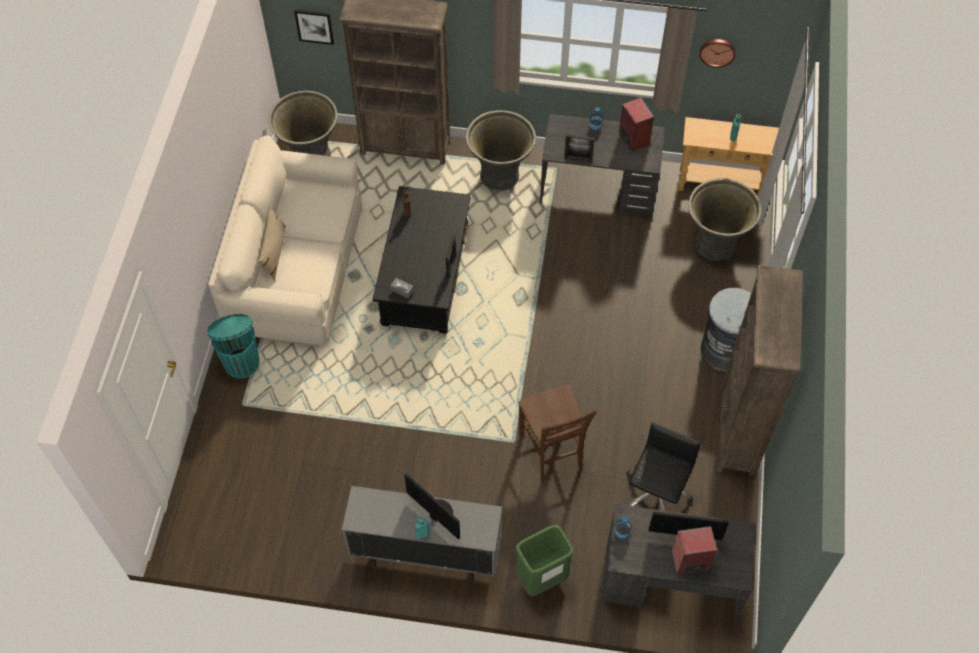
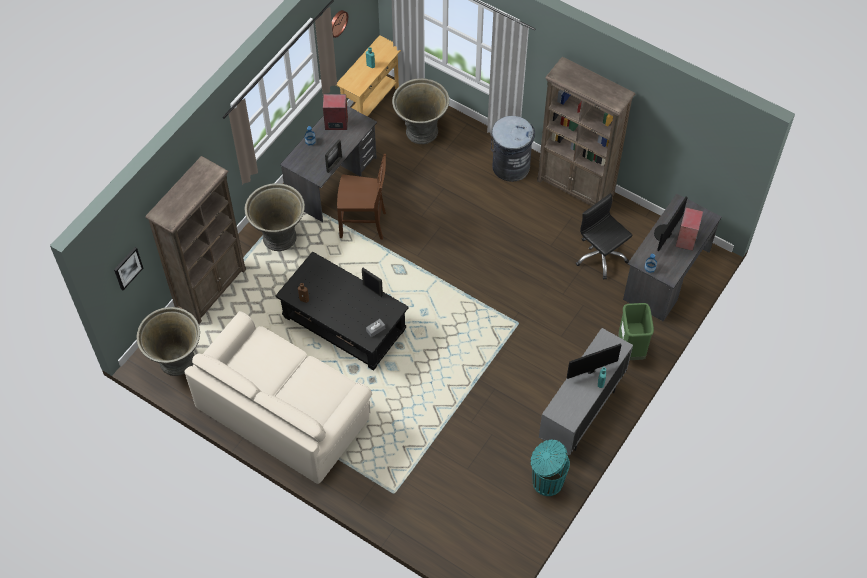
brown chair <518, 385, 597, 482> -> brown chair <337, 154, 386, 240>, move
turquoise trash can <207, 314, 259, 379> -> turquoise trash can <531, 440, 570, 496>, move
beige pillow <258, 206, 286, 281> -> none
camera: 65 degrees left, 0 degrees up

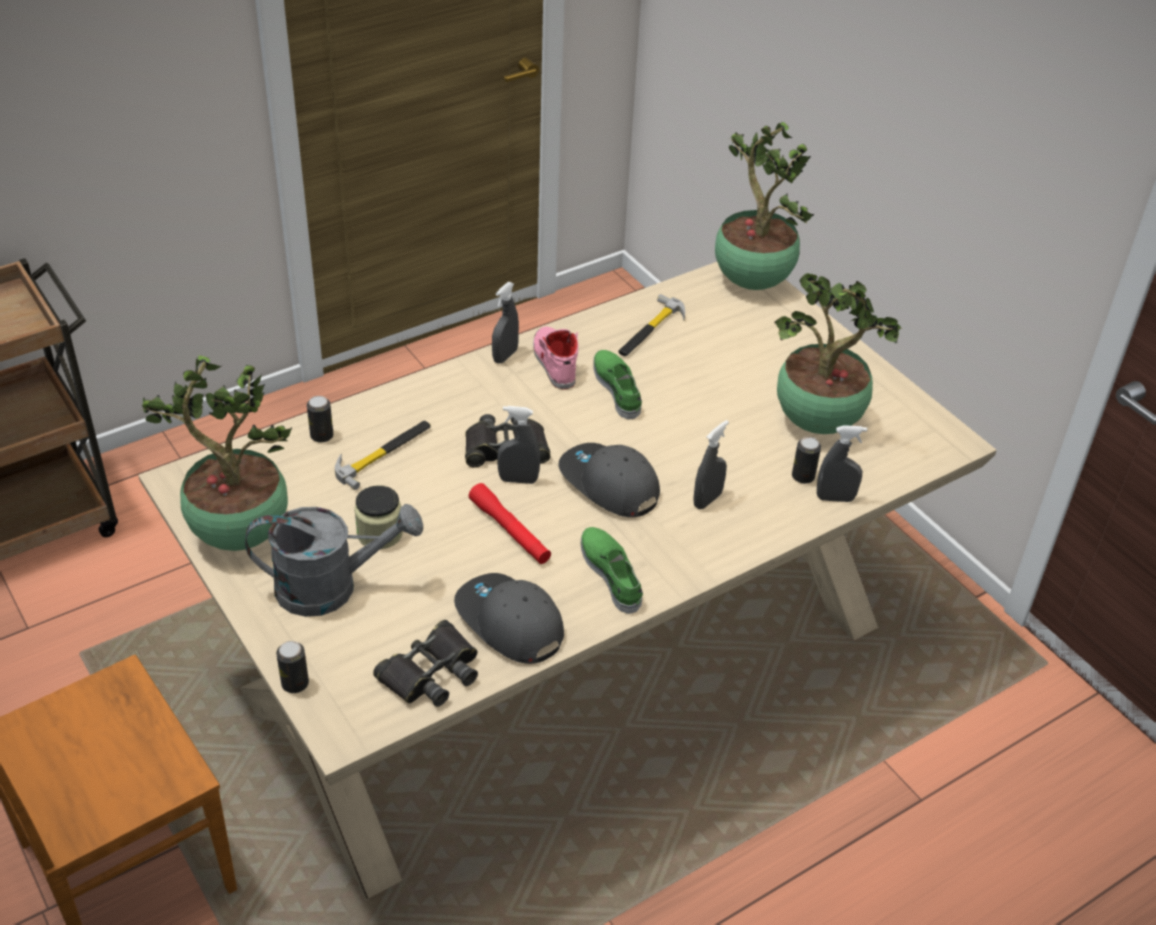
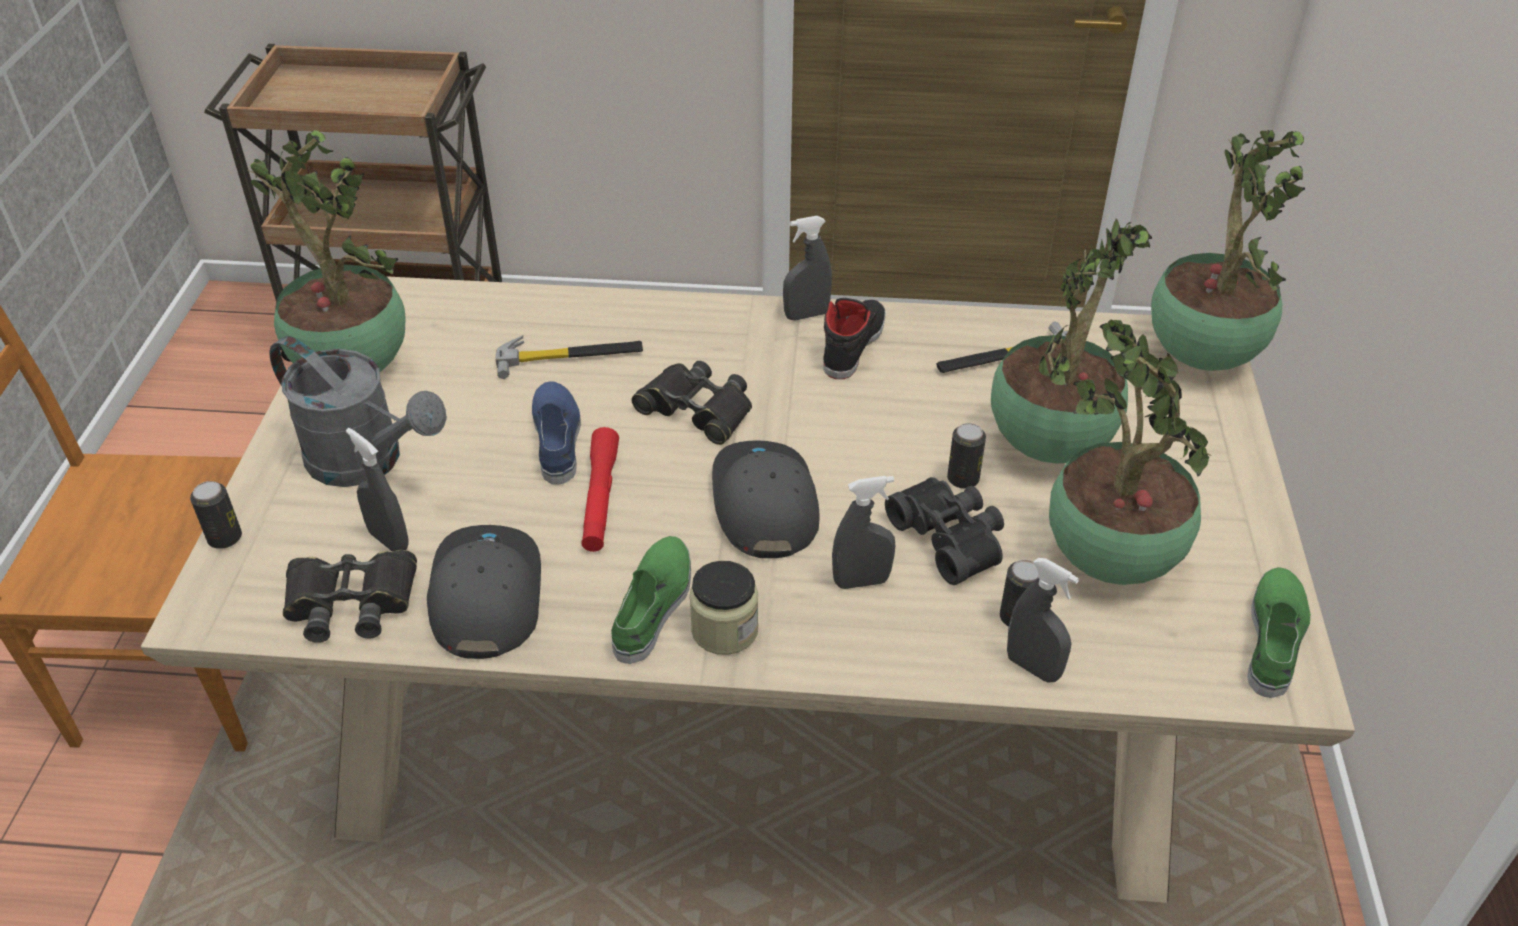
grey spray bottle <497, 406, 540, 484> -> grey spray bottle <346, 428, 409, 552>, move
none -> blue shoe <532, 382, 581, 485>
jar <354, 485, 403, 549> -> jar <689, 561, 758, 655>, move
pink shoe <533, 326, 578, 390> -> black shoe <823, 298, 886, 379>
none -> black binoculars <885, 477, 1004, 585>
can <307, 396, 333, 443> -> can <947, 423, 986, 489>, move
none -> potted plant <991, 218, 1152, 464>
green shoe <593, 350, 642, 420> -> green shoe <1247, 567, 1311, 698>, move
camera: 40 degrees right, 0 degrees up

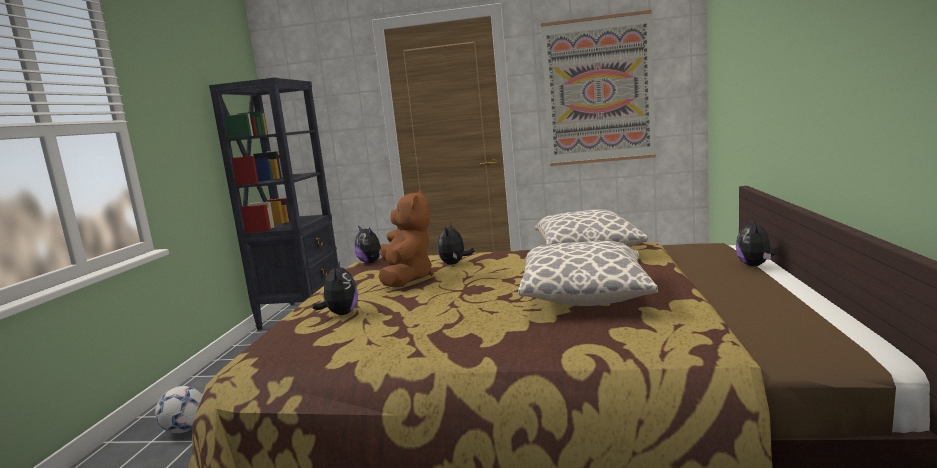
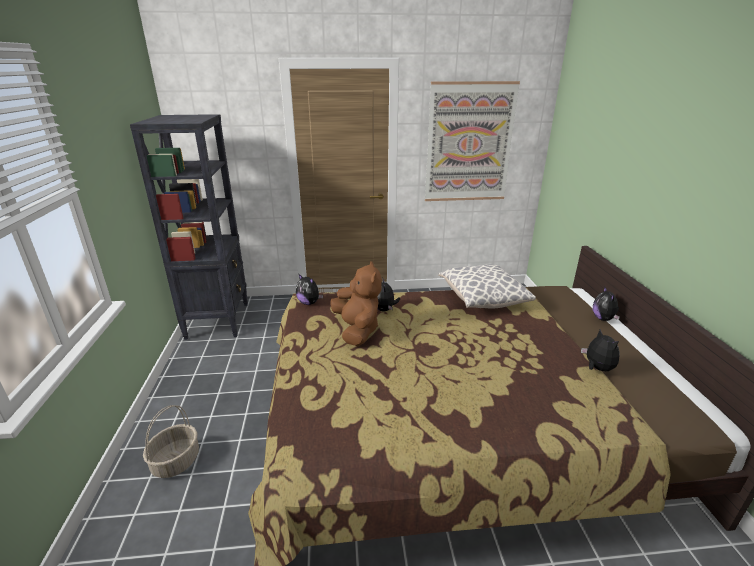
football <155, 386, 202, 433> -> basket <143, 405, 199, 478>
plush toy <312, 261, 358, 315> -> plush toy <581, 329, 620, 371>, move
pillow <518, 241, 658, 306> -> none
camera: 15 degrees left, 15 degrees up

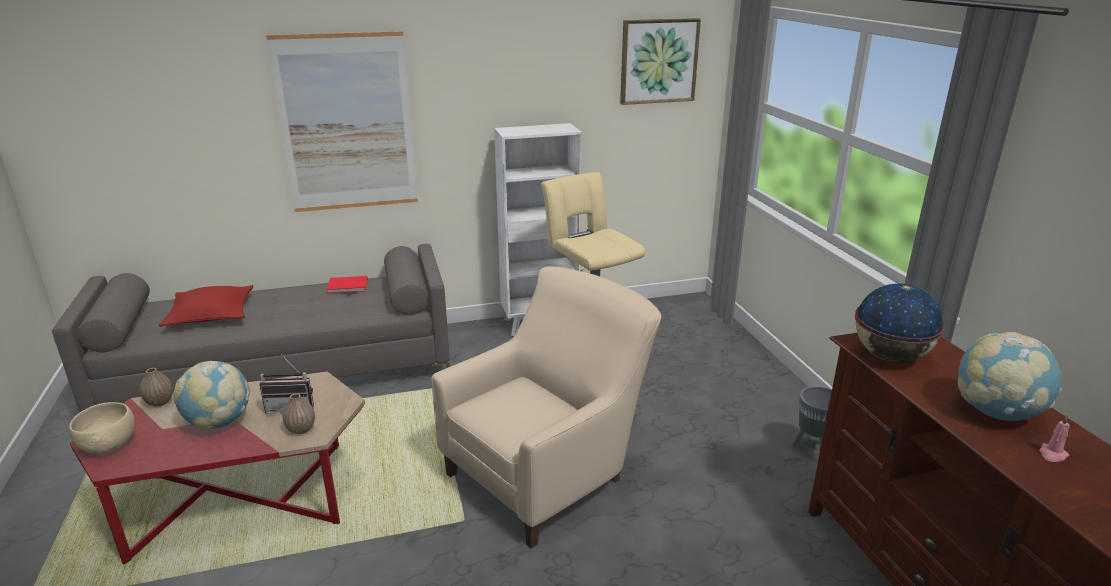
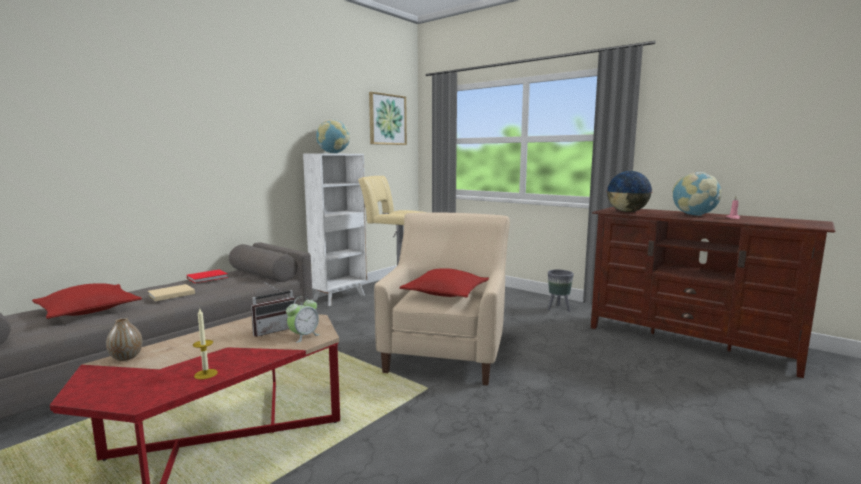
none -> beige book <148, 284, 195, 301>
none -> candle <193, 309, 218, 379>
vase <283, 393, 315, 434> -> alarm clock <286, 296, 320, 343>
globe <173, 361, 250, 430> -> globe <316, 119, 350, 153>, move
none -> red pillow <400, 268, 489, 298>
beige bowl <69, 402, 135, 454> -> none
picture <266, 31, 418, 212> -> none
camera: 35 degrees left, 15 degrees down

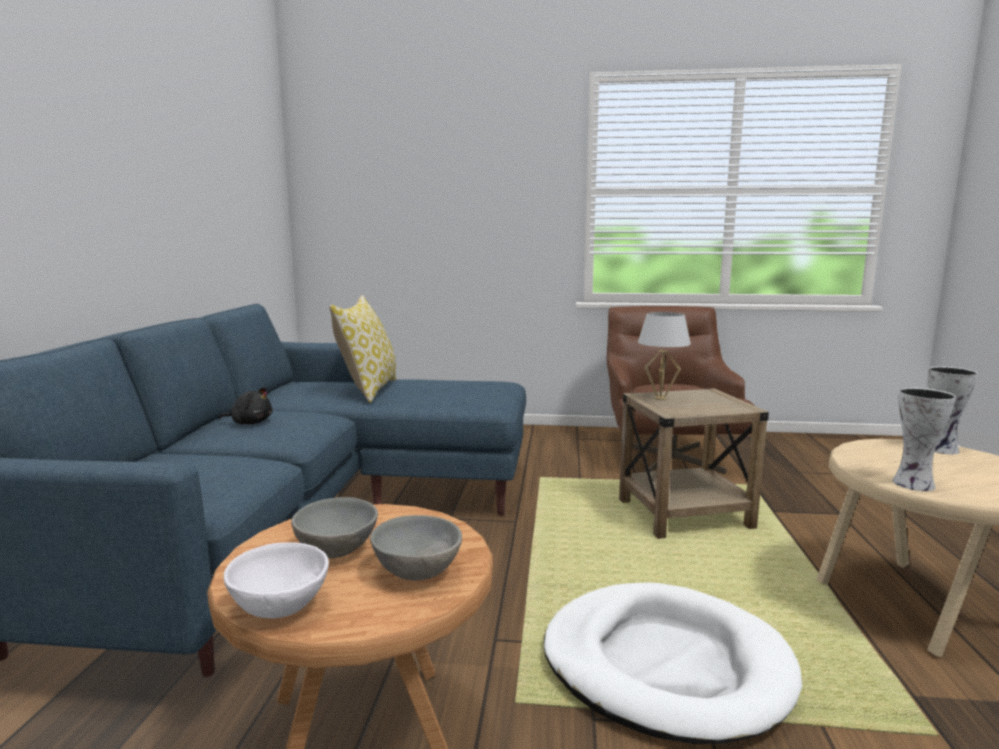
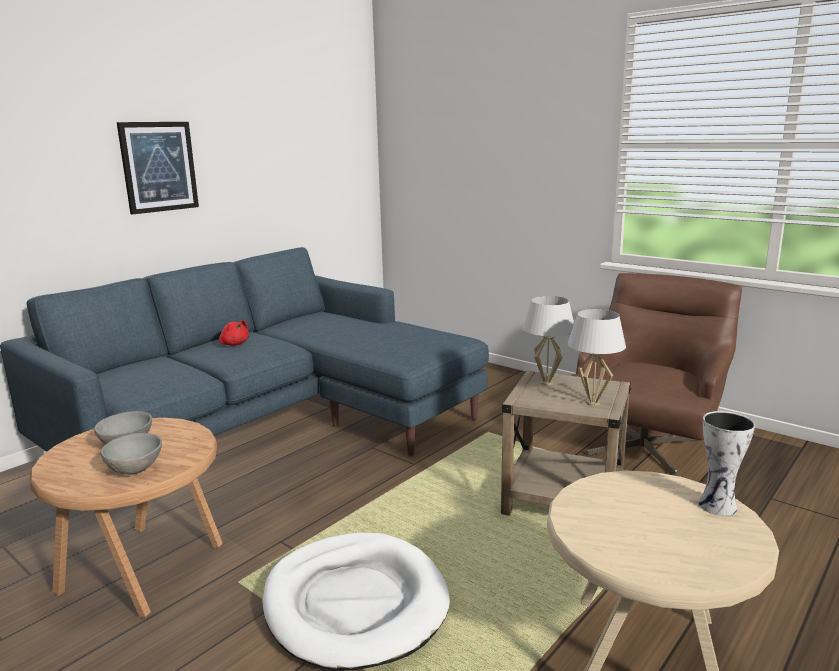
none -> picture <117, 122, 199, 215>
black plush toy <219, 387, 273, 424> -> red plush toy <219, 320, 249, 346>
none -> white table lamp <568, 309, 626, 406>
white bowl <223, 542, 329, 618> -> none
pillow <329, 295, 397, 403> -> none
vase <892, 388, 956, 491> -> none
camera: 35 degrees right, 5 degrees up

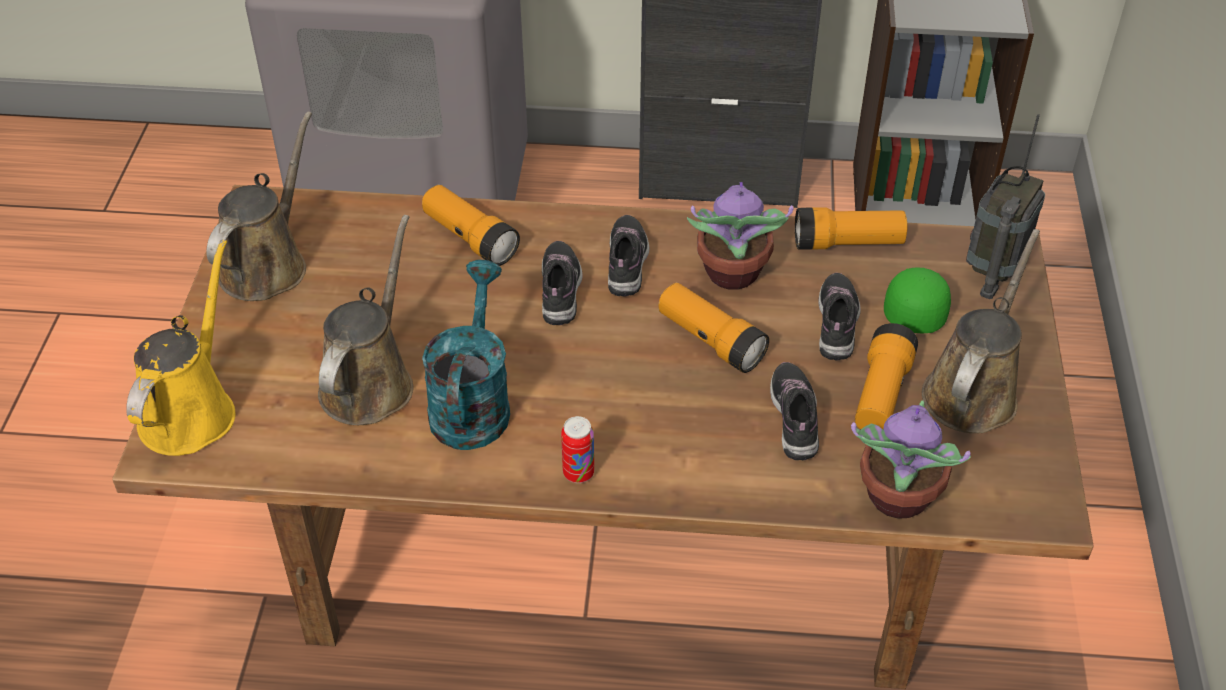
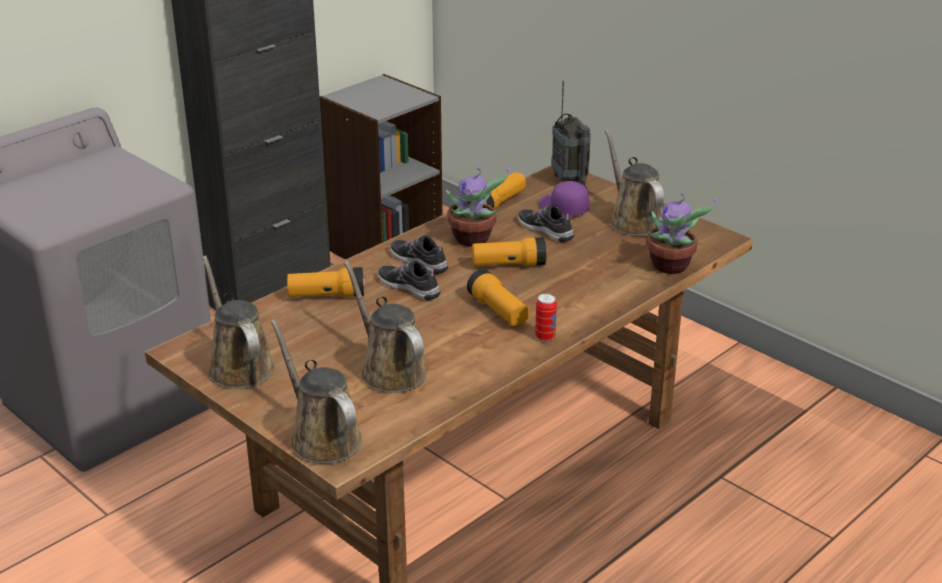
yellow watering can <126, 240, 235, 456> -> brown watering can <270, 319, 362, 464>
flashlight <855, 323, 918, 430> -> flashlight <467, 269, 529, 326>, move
green cap <884, 267, 951, 333> -> purple cap <539, 181, 589, 217>
turquoise watering can <422, 260, 510, 450> -> none
shoe <770, 362, 819, 460> -> none
camera: 50 degrees left, 15 degrees down

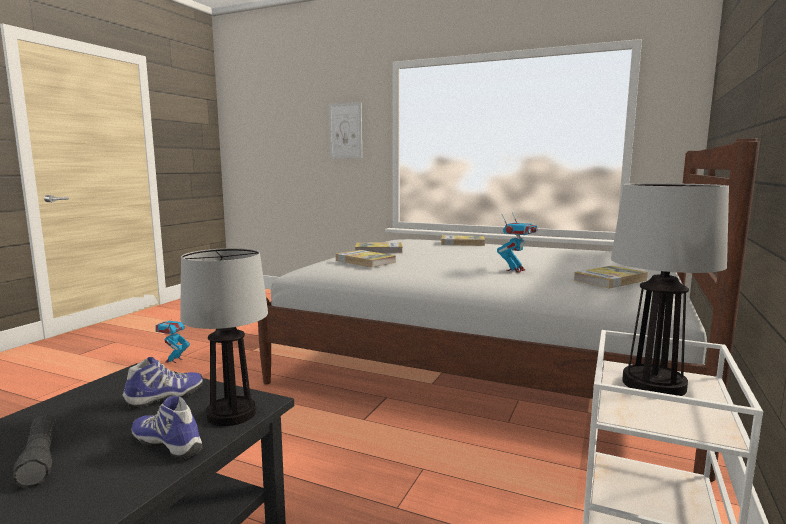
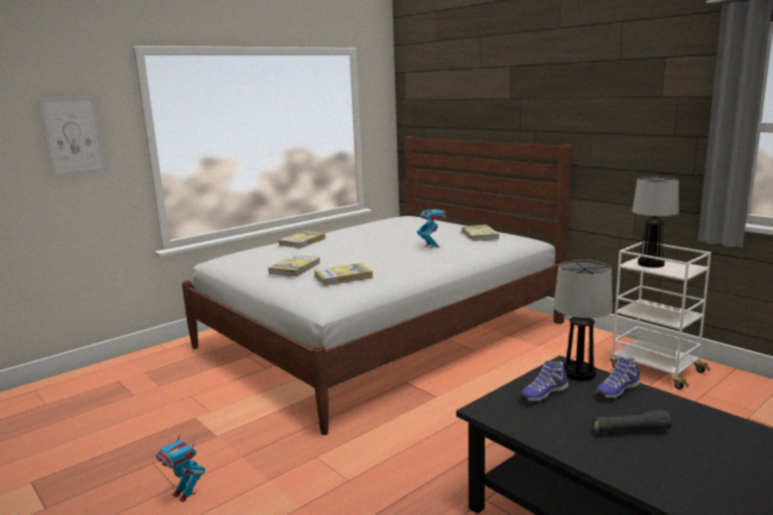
shoe <121, 357, 203, 409> -> shoe <520, 361, 569, 404>, 105 degrees counterclockwise
camera: 65 degrees left, 5 degrees up

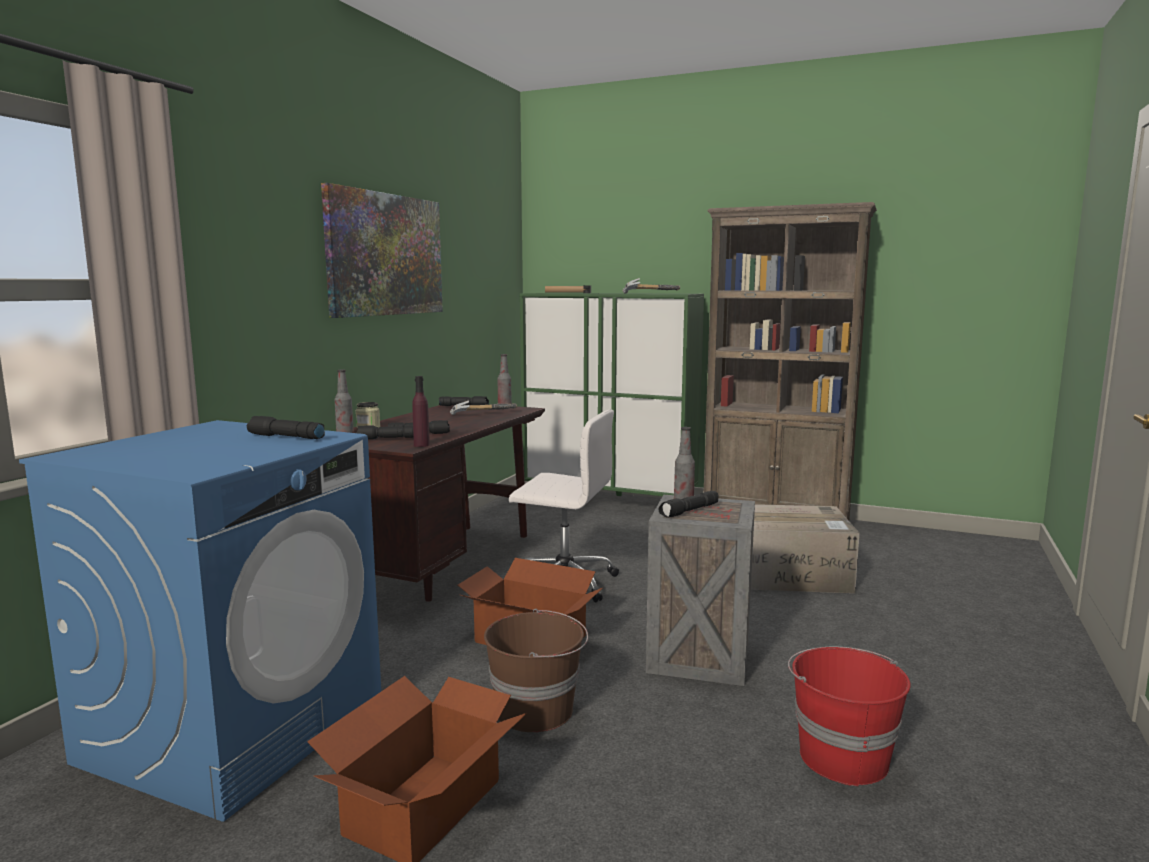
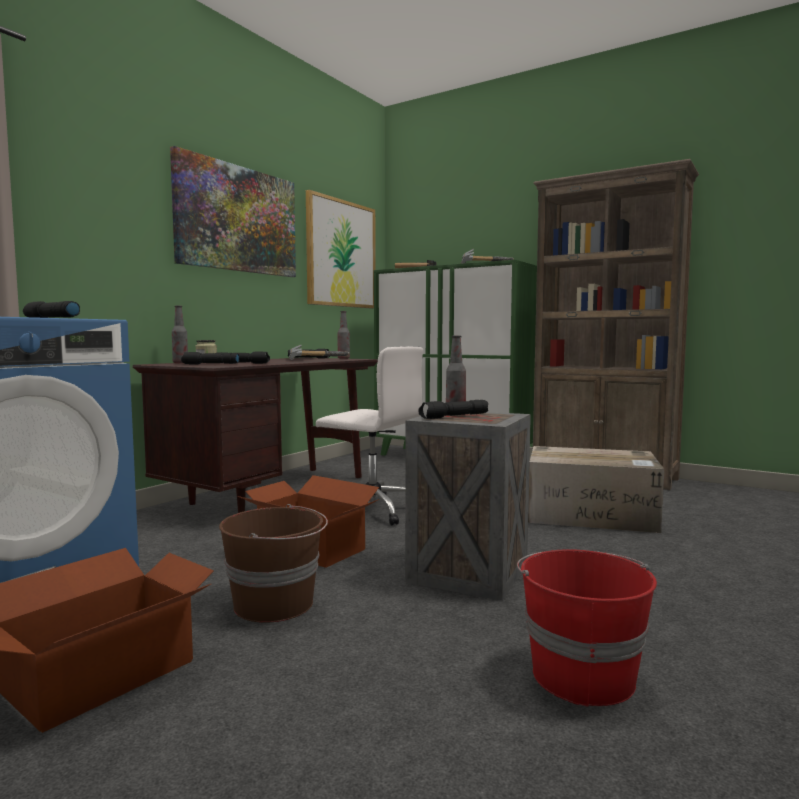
none -> picture <306, 190, 376, 309>
purple bottle <412, 376, 430, 447> -> none
camera: 10 degrees right, 5 degrees down

